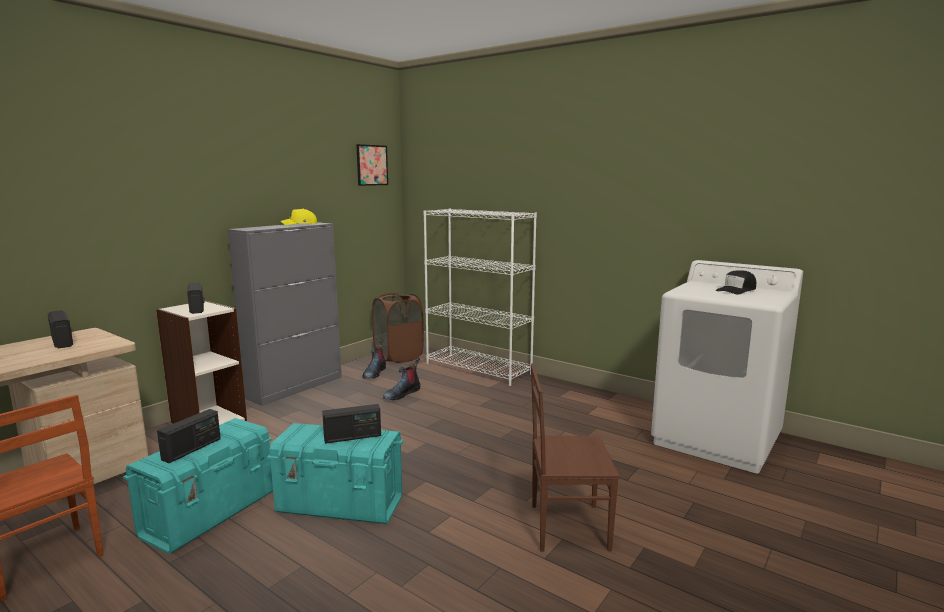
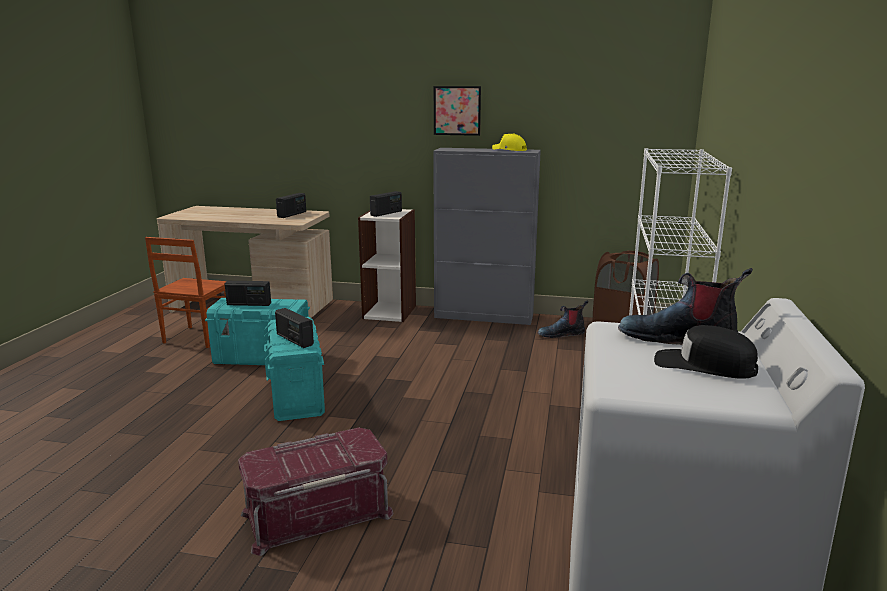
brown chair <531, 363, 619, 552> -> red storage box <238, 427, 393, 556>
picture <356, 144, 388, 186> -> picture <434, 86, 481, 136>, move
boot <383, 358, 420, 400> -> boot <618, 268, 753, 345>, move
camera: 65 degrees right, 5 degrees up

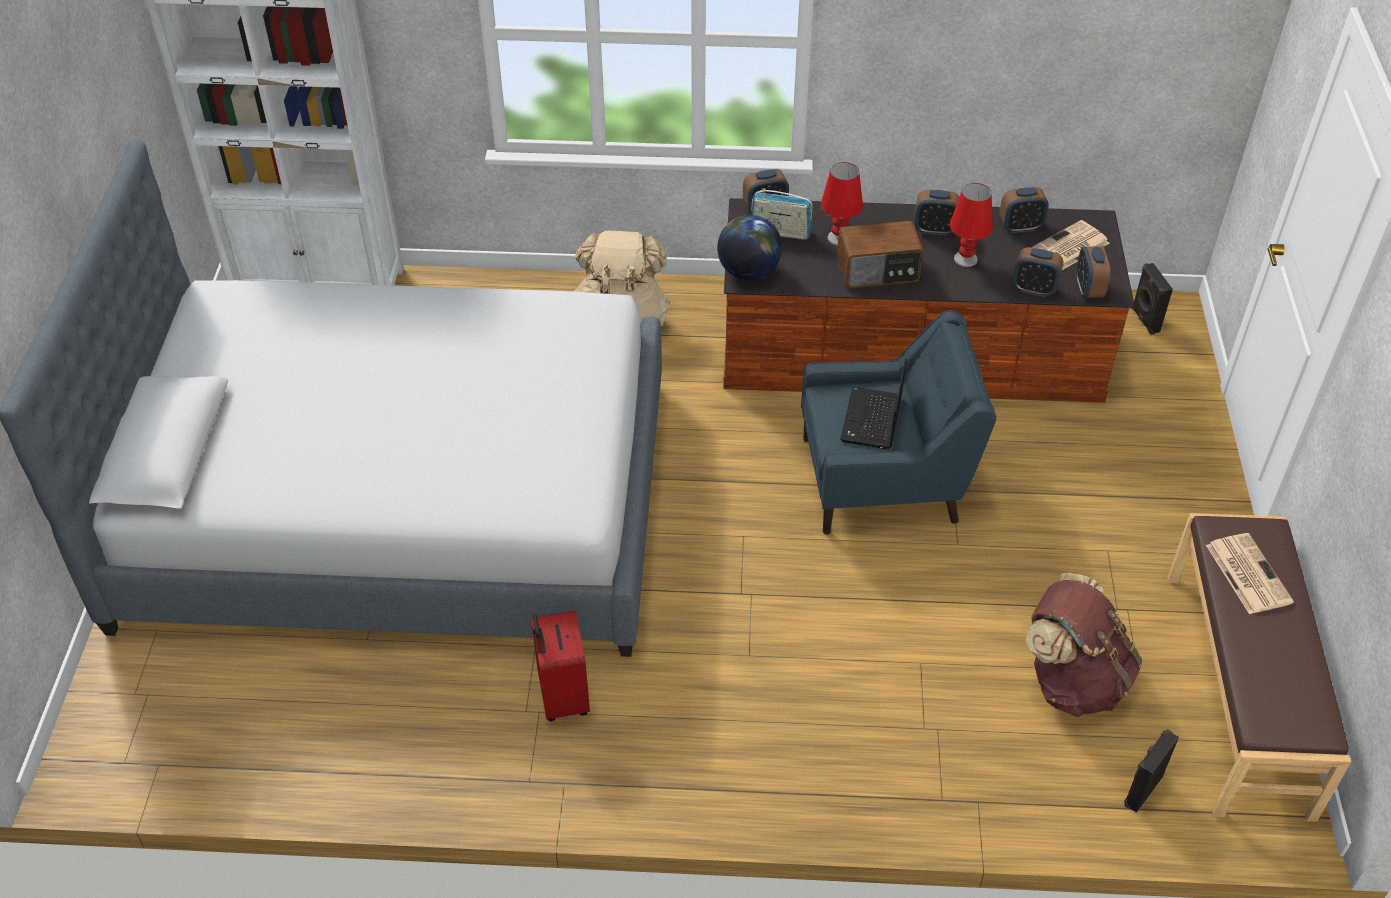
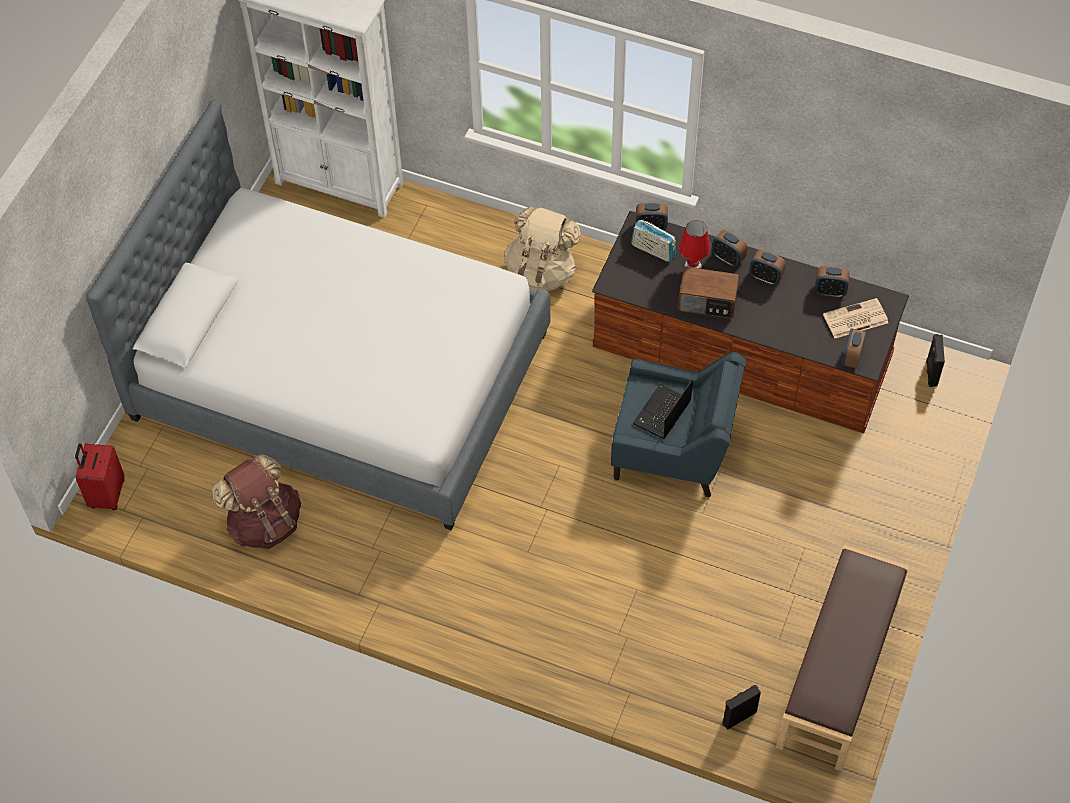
red suitcase <531, 611, 590, 721> -> red suitcase <75, 443, 125, 510>, move
brown backpack <1026, 573, 1142, 717> -> brown backpack <212, 454, 301, 549>, move
alarm clock <1013, 247, 1063, 297> -> alarm clock <712, 230, 747, 267>, move
globe <717, 215, 782, 280> -> none
red table lamp <950, 183, 993, 267> -> none
newspaper <1206, 533, 1294, 614> -> none
camera: 20 degrees right, 10 degrees up

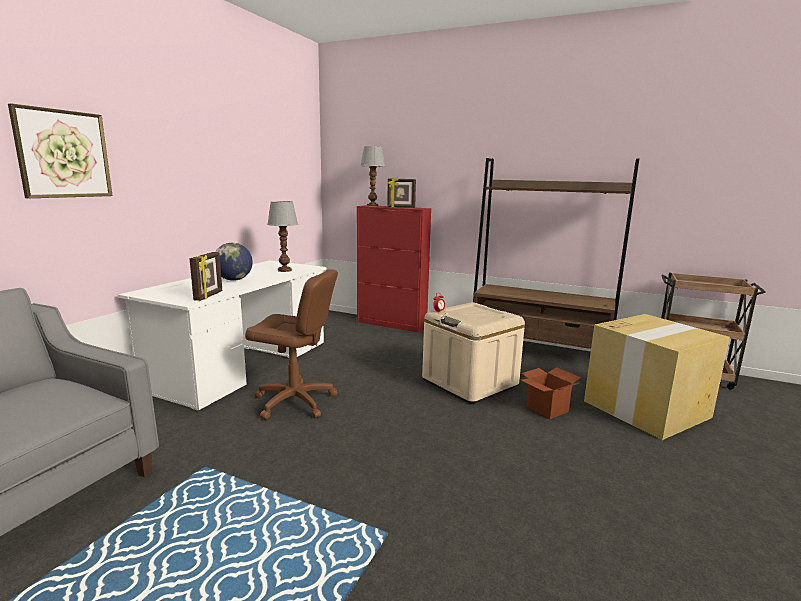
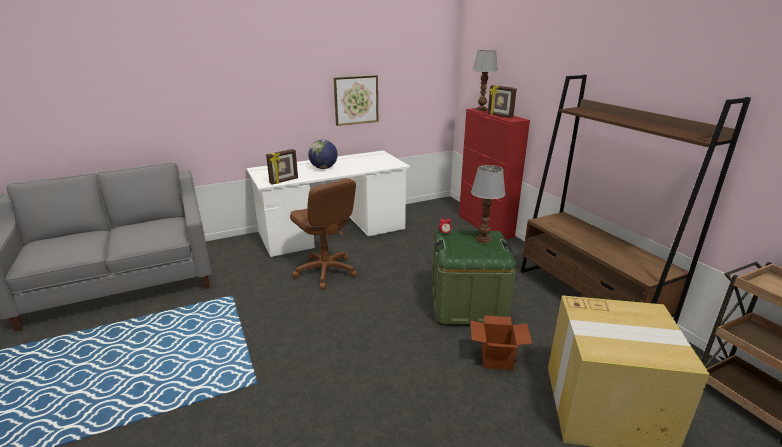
picture <8, 103, 113, 198> -> picture <334, 75, 378, 126>, move
beige storage box <422, 302, 525, 404> -> green storage box <432, 230, 517, 326>
table lamp <267, 201, 298, 272> -> table lamp <471, 165, 506, 244>, move
camera: 40 degrees right, 10 degrees up

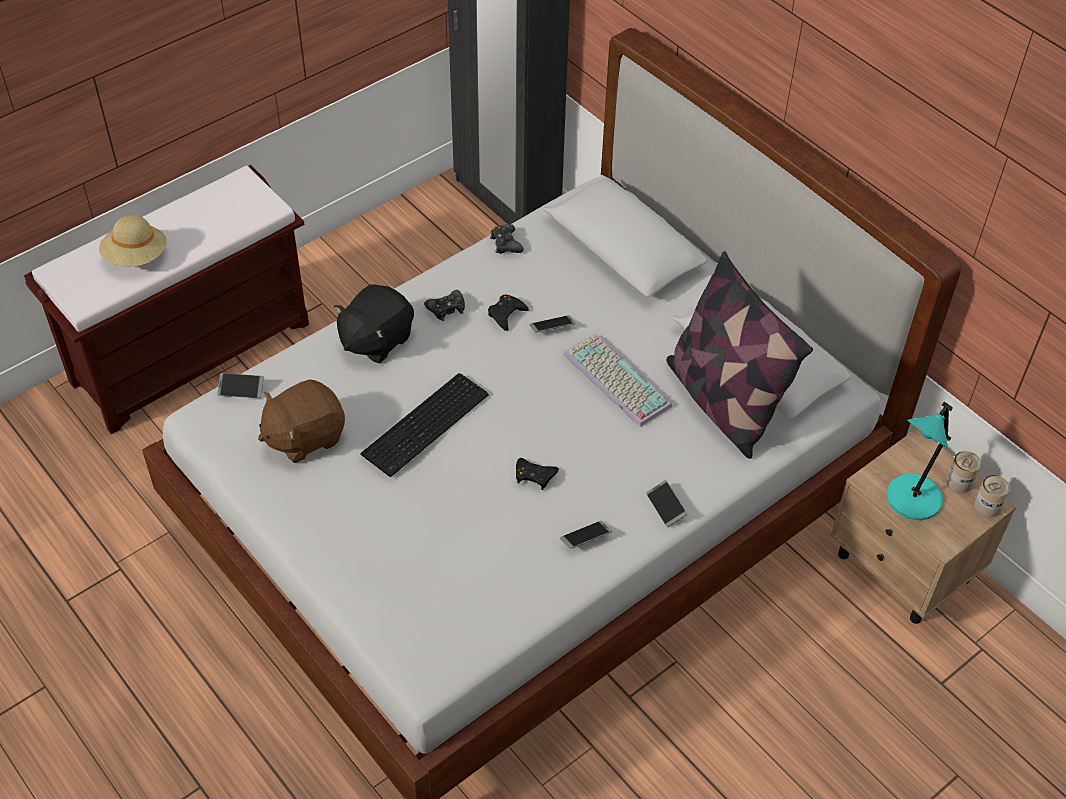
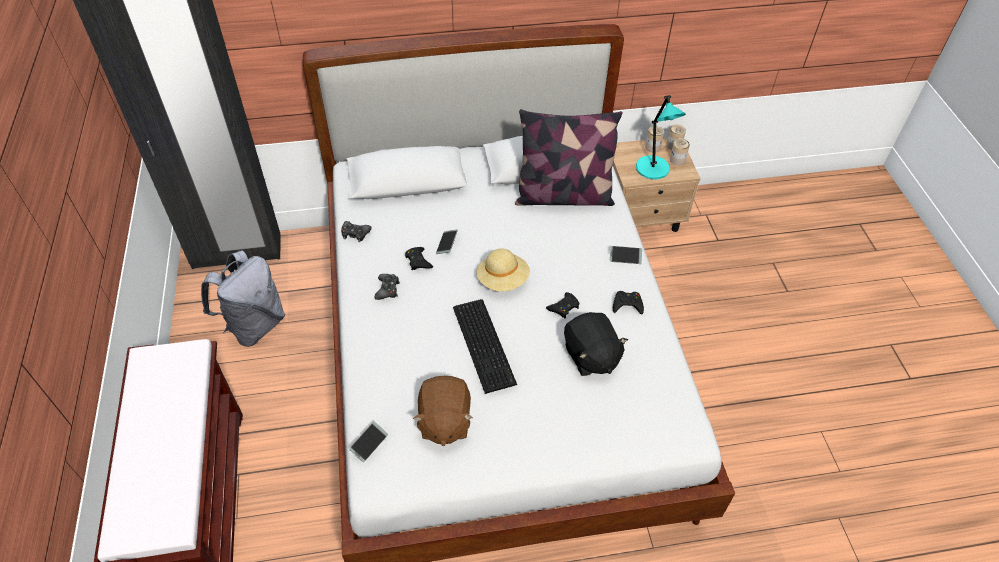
none -> grey backpack <201, 250, 285, 347>
beige hat <99, 215, 167, 266> -> beige hat <476, 248, 530, 292>, move
black plush toy <334, 284, 414, 363> -> black plush toy <564, 312, 628, 376>, move
phone <560, 521, 612, 549> -> black game controller <613, 291, 644, 314>
none -> can <670, 139, 690, 165>
keyboard <563, 333, 672, 427> -> none
camera: 60 degrees left, 0 degrees up

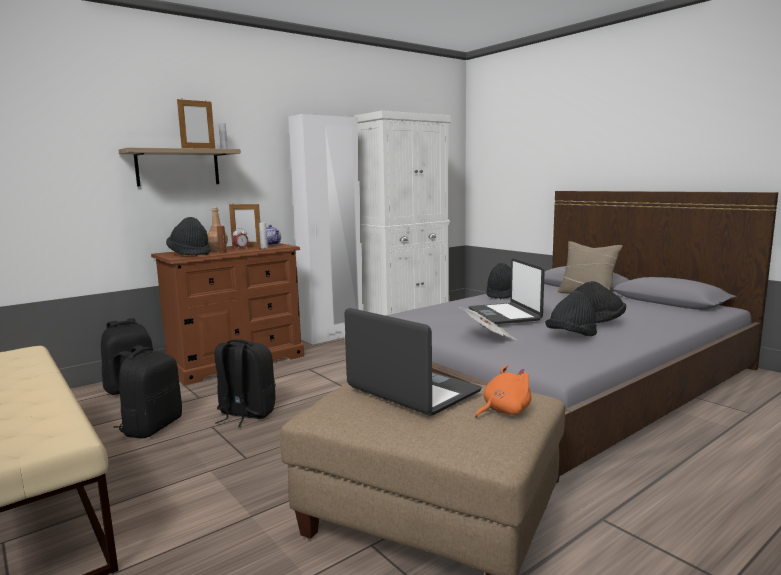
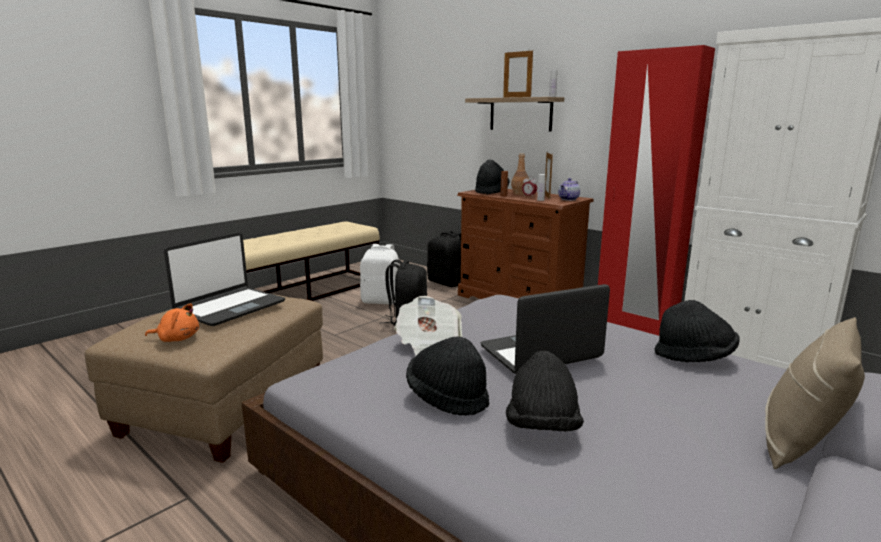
orange plush toy <475, 365, 531, 418> -> orange plush toy <145, 303, 199, 342>, 45 degrees counterclockwise
black backpack <112, 345, 182, 438> -> white backpack <360, 244, 400, 304>
white wardrobe <288, 114, 364, 345> -> red wardrobe <598, 45, 715, 336>
camera: 80 degrees right, 5 degrees up

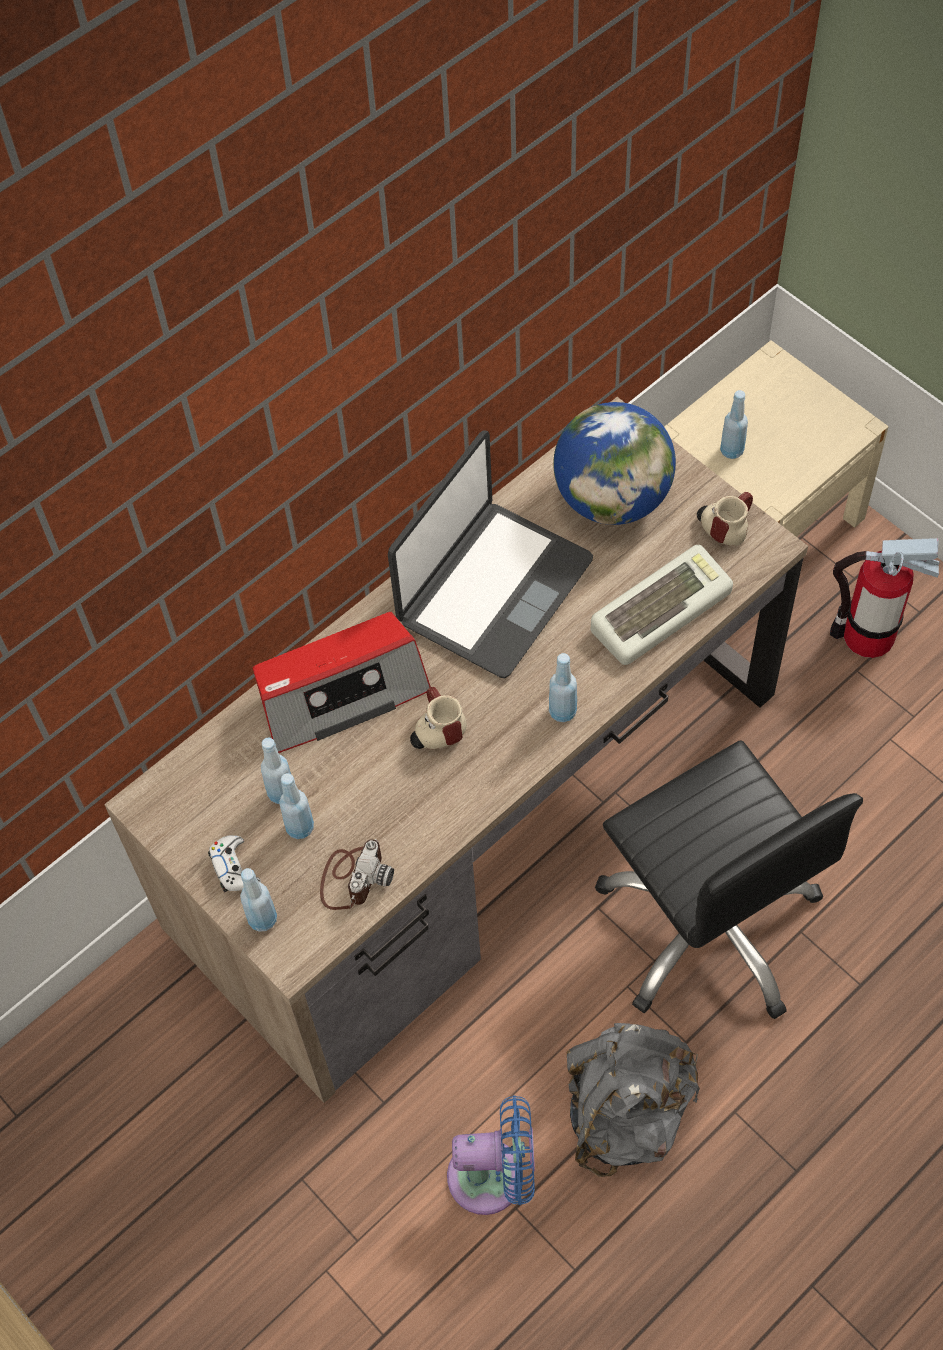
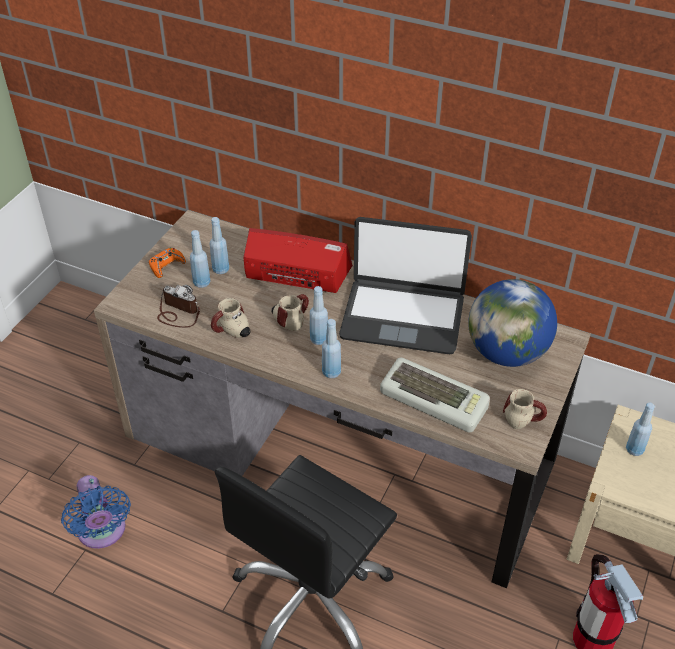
white game controller <208, 835, 261, 892> -> orange game controller <149, 248, 186, 278>
photo camera <320, 839, 394, 910> -> photo camera <157, 285, 200, 328>, 150 degrees counterclockwise
none -> mug <211, 298, 251, 338>
radio <253, 612, 431, 753> -> radio <244, 228, 353, 293>, 150 degrees clockwise
blue bottle <240, 868, 277, 932> -> blue bottle <310, 286, 328, 345>, move
grey backpack <567, 1023, 700, 1177> -> none
camera: 65 degrees right, 15 degrees down

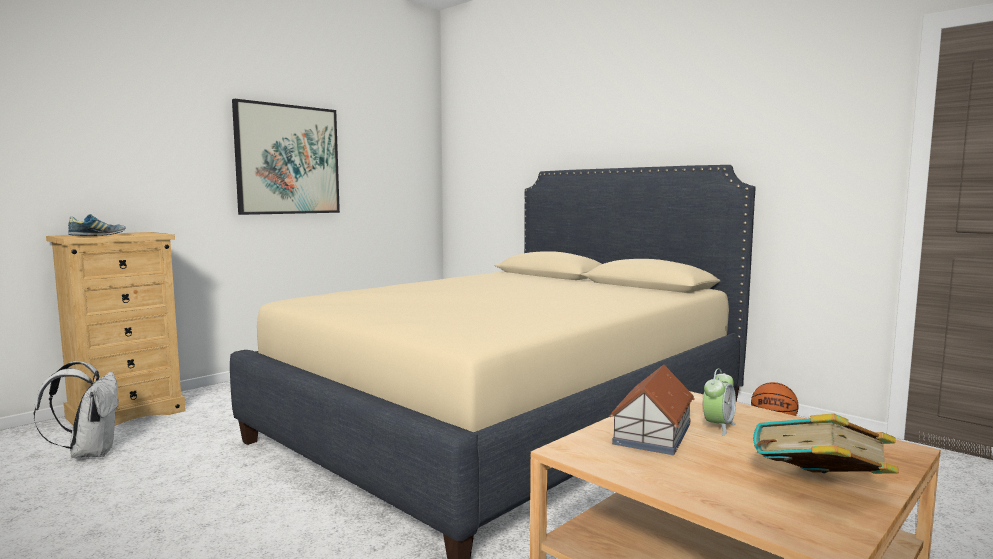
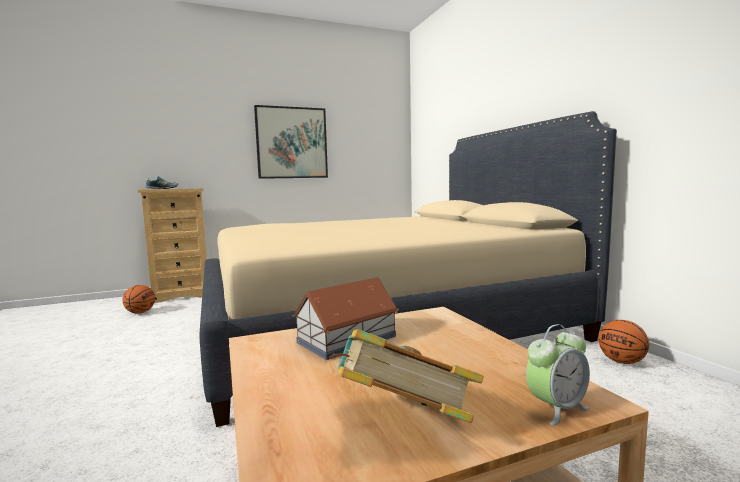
white backpack <33, 361, 120, 458> -> basketball <122, 285, 155, 314>
alarm clock <703, 368, 736, 435> -> alarm clock <526, 324, 590, 425>, move
camera: 25 degrees right, 0 degrees up

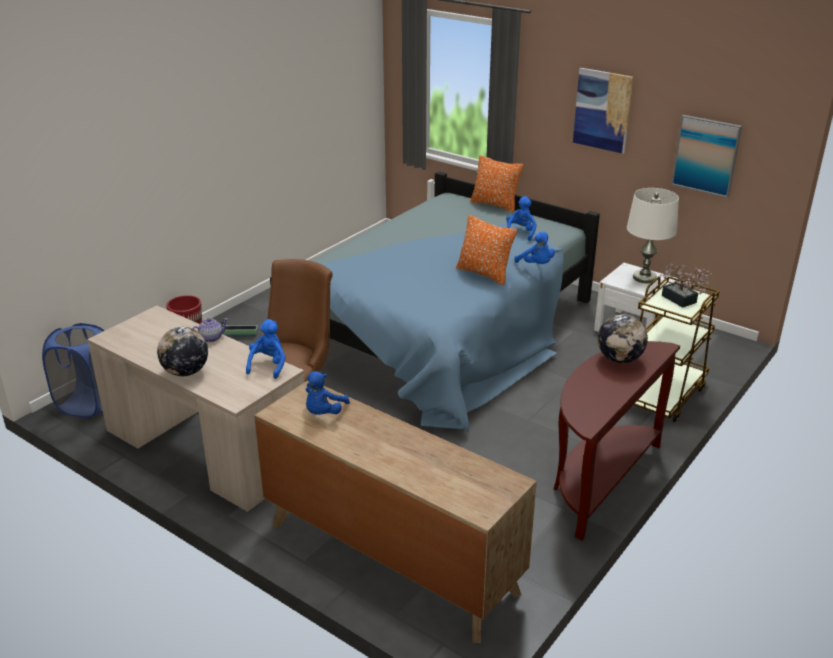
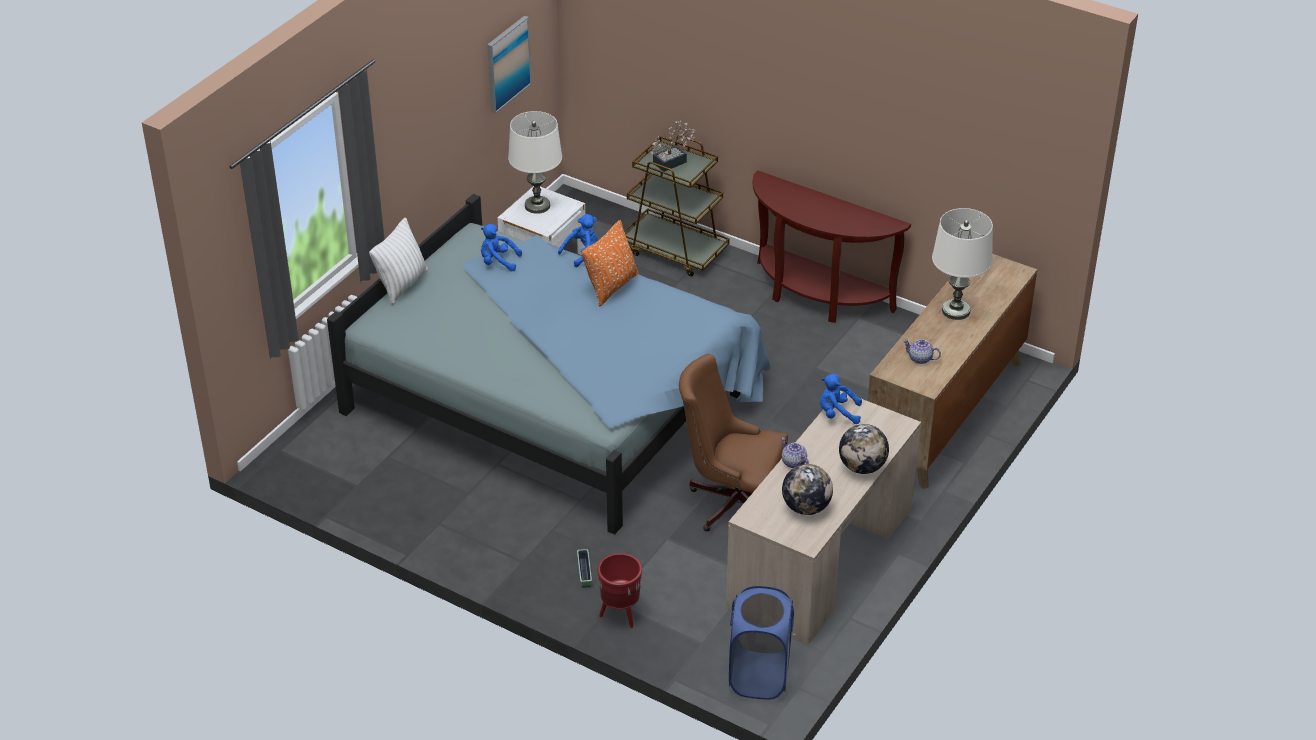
orange pillow <470, 155, 523, 212> -> white pillow <369, 218, 428, 305>
globe <598, 314, 648, 363> -> globe <782, 464, 833, 515>, move
blue plush toy <306, 371, 350, 415> -> teapot <903, 339, 941, 364>
none -> white table lamp <932, 208, 993, 320>
picture <573, 68, 634, 154> -> none
camera: 95 degrees left, 10 degrees up

